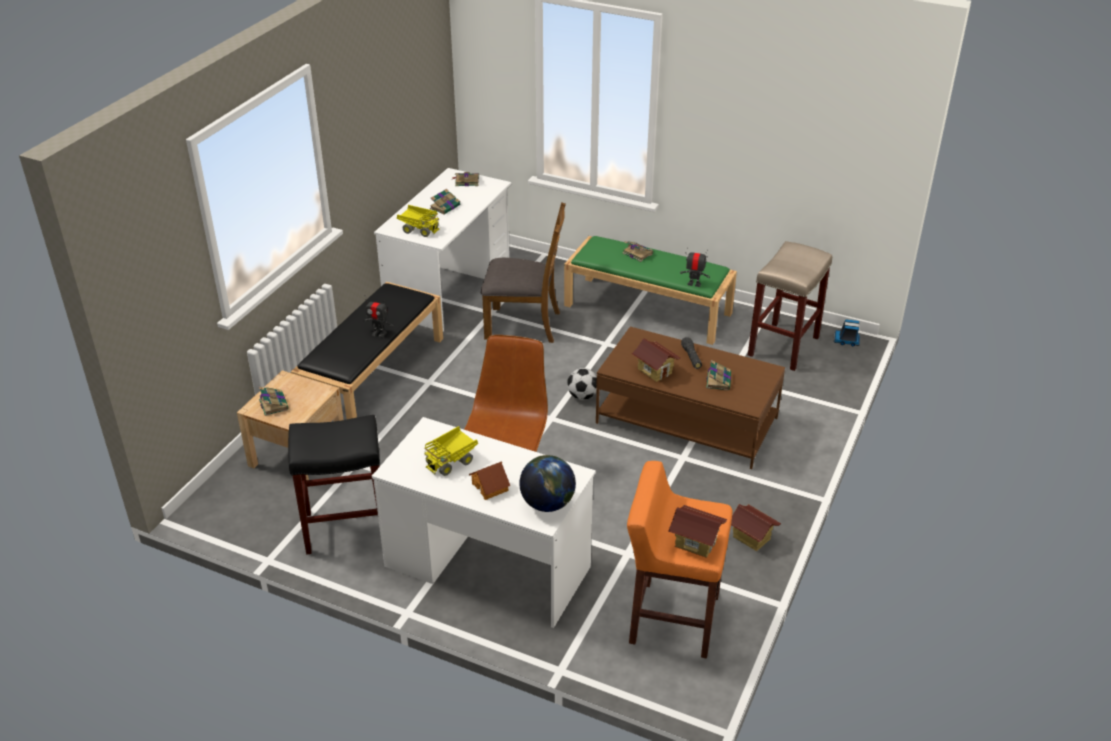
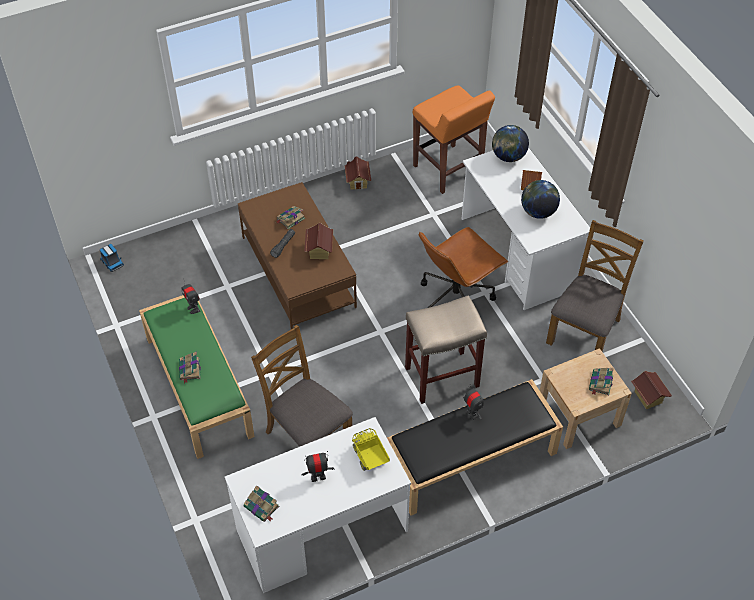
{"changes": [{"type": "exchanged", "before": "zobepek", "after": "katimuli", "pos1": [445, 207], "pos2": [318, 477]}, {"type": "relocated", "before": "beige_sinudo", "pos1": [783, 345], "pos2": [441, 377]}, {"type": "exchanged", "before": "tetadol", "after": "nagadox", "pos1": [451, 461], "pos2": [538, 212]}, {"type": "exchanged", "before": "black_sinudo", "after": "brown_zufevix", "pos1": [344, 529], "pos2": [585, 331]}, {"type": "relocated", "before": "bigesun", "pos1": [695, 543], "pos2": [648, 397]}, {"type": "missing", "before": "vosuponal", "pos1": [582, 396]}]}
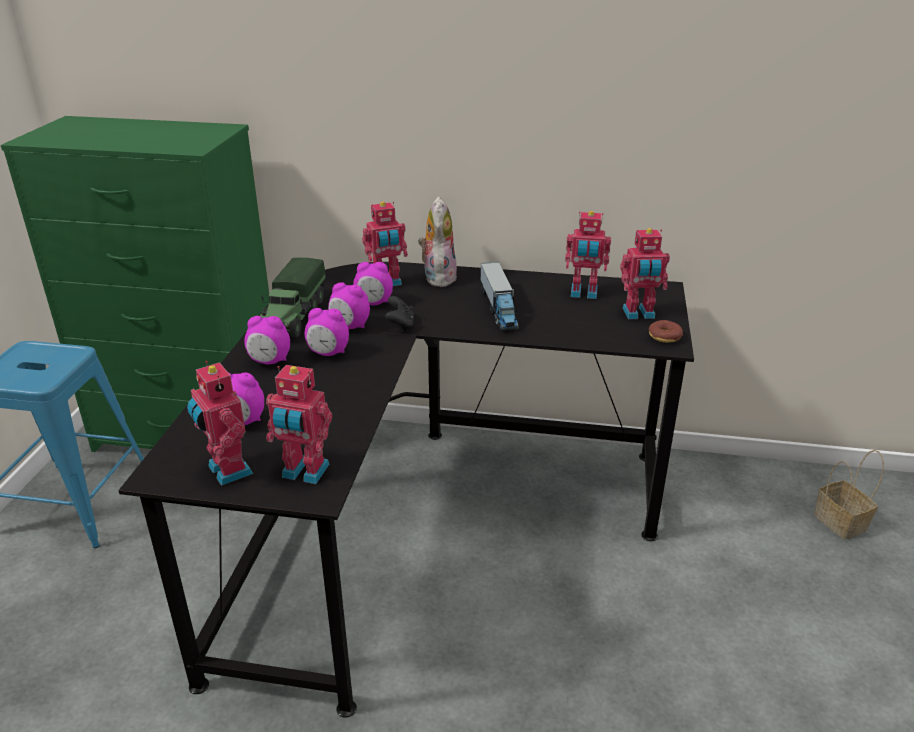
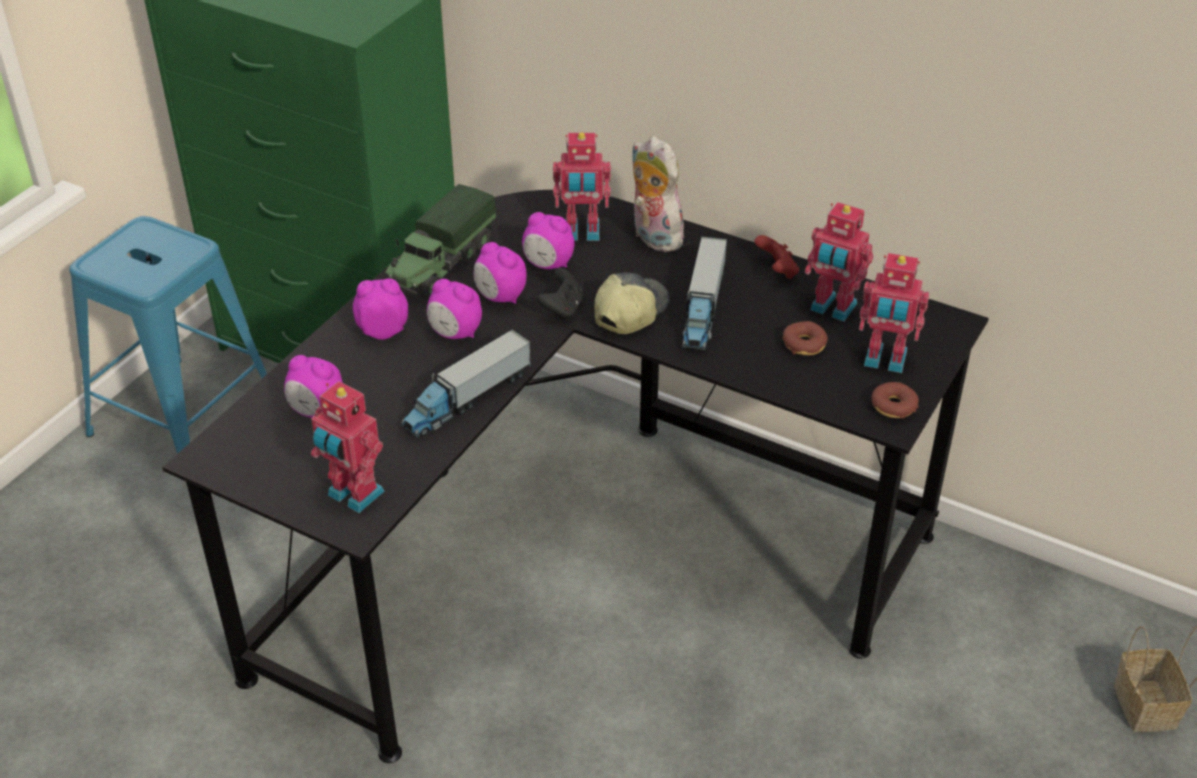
{"changes": [{"type": "spun", "before": "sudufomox", "pos1": [270, 361], "pos2": [383, 330], "turn": 150}, {"type": "appeared", "after": "tetadol", "pos2": [467, 399]}, {"type": "appeared", "after": "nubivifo", "pos2": [629, 311]}, {"type": "spun", "before": "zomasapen", "pos1": [438, 277], "pos2": [653, 237], "turn": -60}, {"type": "appeared", "after": "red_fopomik", "pos2": [777, 271]}, {"type": "appeared", "after": "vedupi", "pos2": [804, 344]}, {"type": "missing", "before": "katimuli", "pos1": [227, 471]}]}
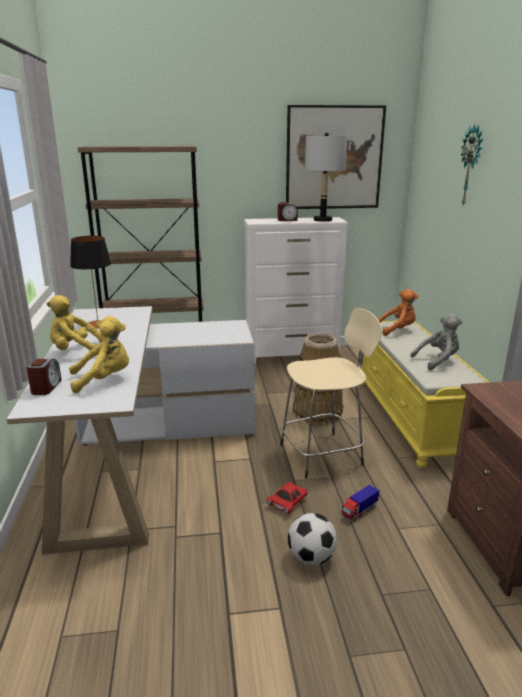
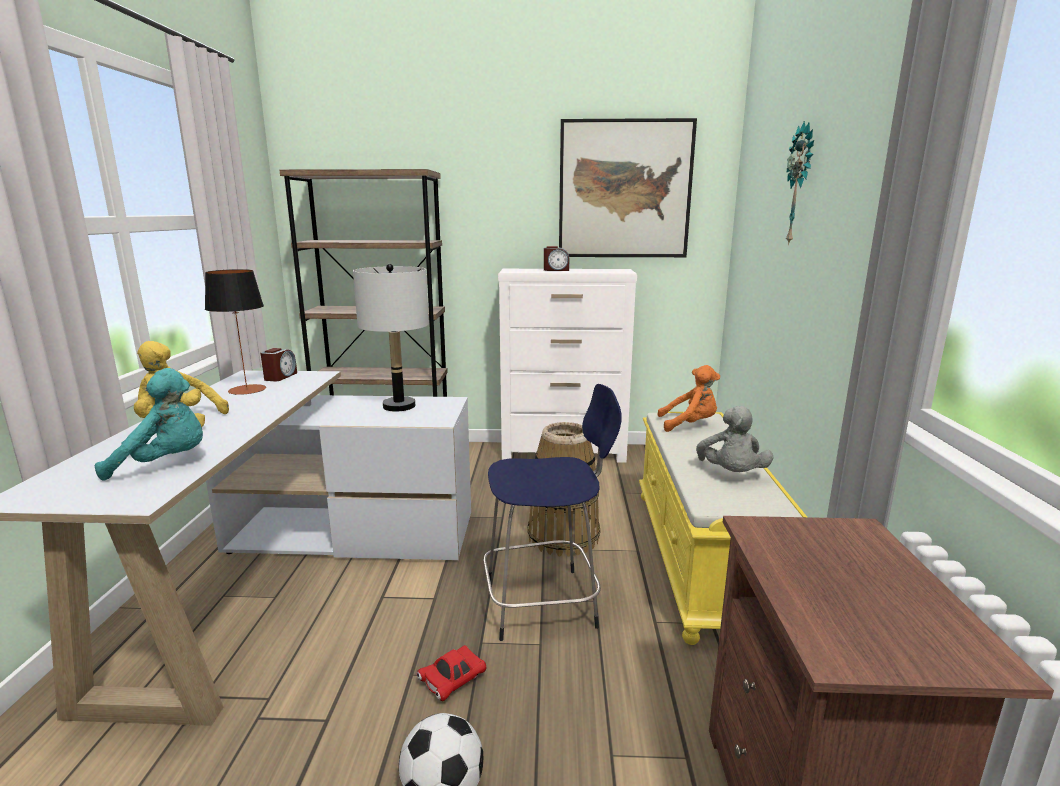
{"changes": [{"type": "colour", "before": "yellow_zomasapen", "after": "turquoise_zomasapen", "pos1": [104, 379], "pos2": [166, 464]}, {"type": "relocated", "before": "sudufomox", "pos1": [46, 387], "pos2": [280, 376]}, {"type": "relocated", "before": "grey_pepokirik", "pos1": [322, 220], "pos2": [398, 406]}, {"type": "colour", "before": "beige_sinudo", "after": "blue_sinudo", "pos1": [323, 454], "pos2": [545, 602]}, {"type": "spun", "before": "grey_zomasapen", "pos1": [437, 361], "pos2": [731, 474], "turn": 105}, {"type": "missing", "before": "tetadol", "pos1": [359, 511]}]}
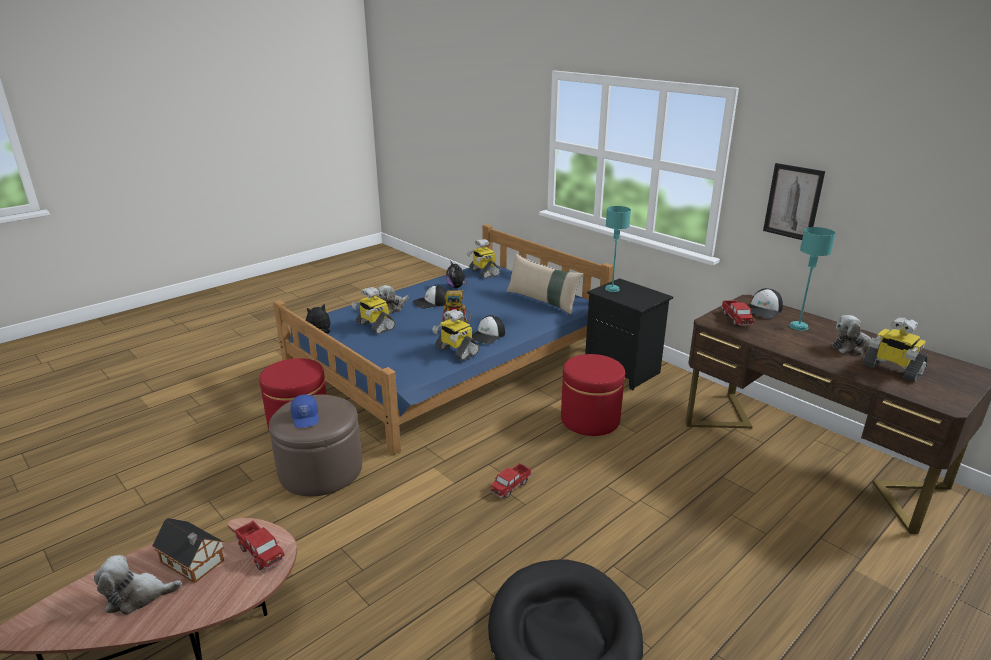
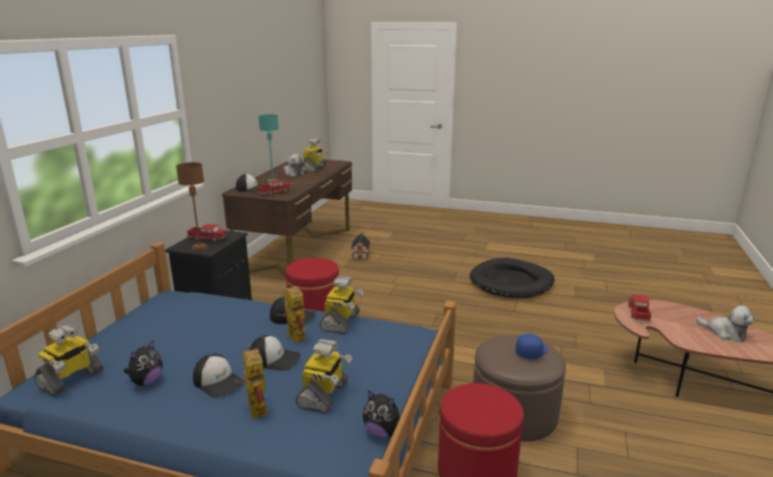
{"changes": [{"type": "colour", "before": "turquoise_pepokirik", "after": "brown_pepokirik", "pos1": [612, 289], "pos2": [200, 247]}, {"type": "relocated", "before": "tetadol", "pos1": [510, 486], "pos2": [207, 238]}, {"type": "exchanged", "before": "zomasapen", "after": "katimuli", "pos1": [392, 308], "pos2": [254, 406]}, {"type": "appeared", "after": "nubivifo", "pos2": [274, 359]}, {"type": "relocated", "before": "bigesun", "pos1": [193, 562], "pos2": [361, 254]}, {"type": "missing", "before": "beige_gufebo", "pos1": [542, 301]}, {"type": "missing", "before": "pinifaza", "pos1": [793, 202]}]}
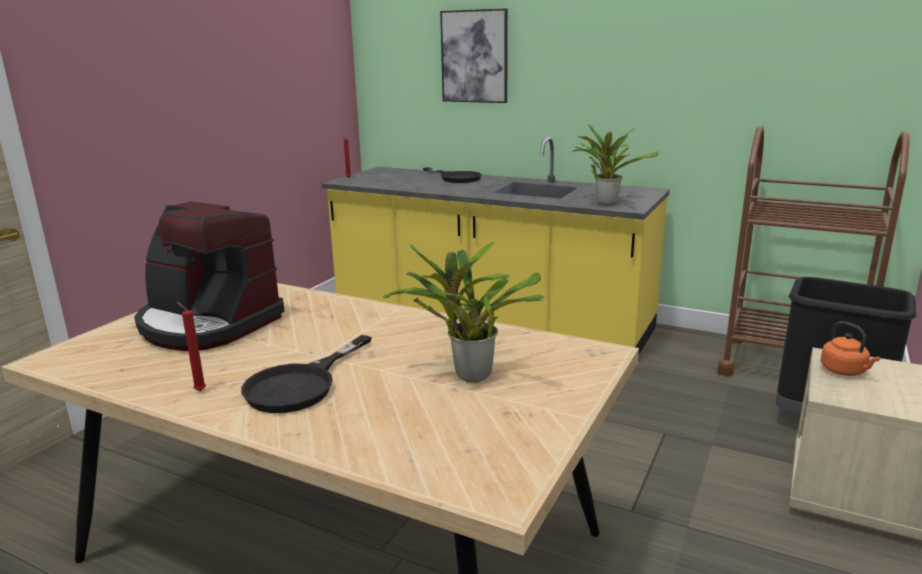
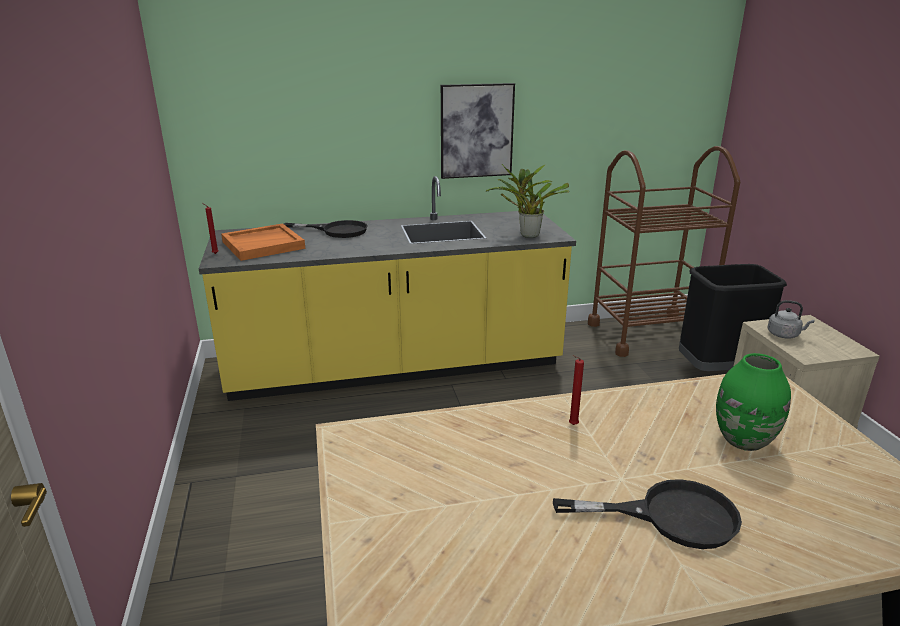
{"changes": [{"type": "appeared", "after": "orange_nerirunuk", "pos2": [263, 245]}, {"type": "relocated", "before": "pinifaza", "pos1": [474, 56], "pos2": [476, 131]}, {"type": "spun", "before": "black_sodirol", "pos1": [301, 384], "pos2": [670, 516], "turn": -75}, {"type": "relocated", "before": "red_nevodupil", "pos1": [198, 391], "pos2": [571, 425]}, {"type": "exchanged", "before": "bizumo", "after": "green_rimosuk", "pos1": [468, 374], "pos2": [743, 440]}, {"type": "colour", "before": "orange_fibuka", "after": "grey_fibuka", "pos1": [845, 371], "pos2": [784, 335]}, {"type": "missing", "before": "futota", "pos1": [208, 324]}]}
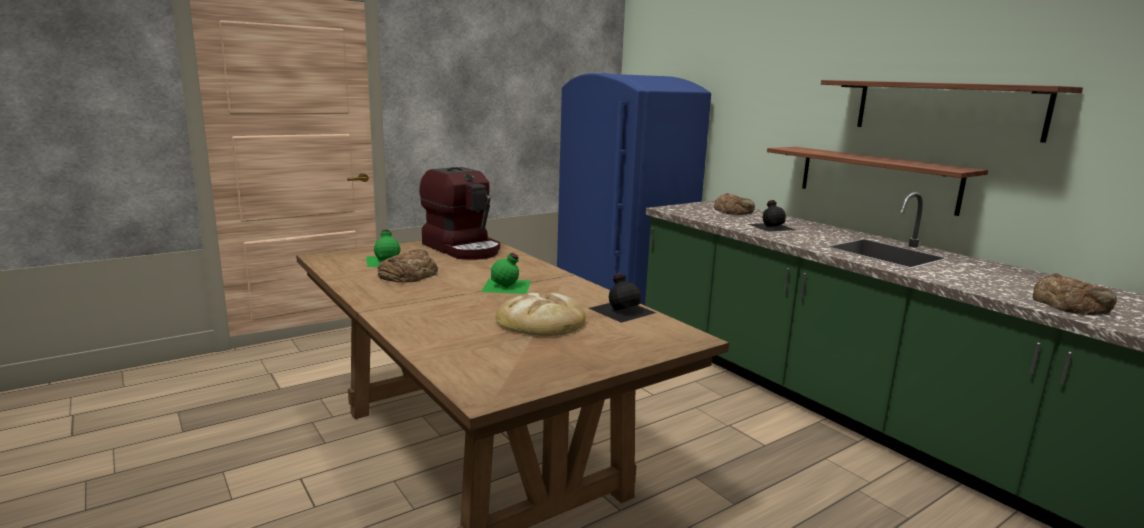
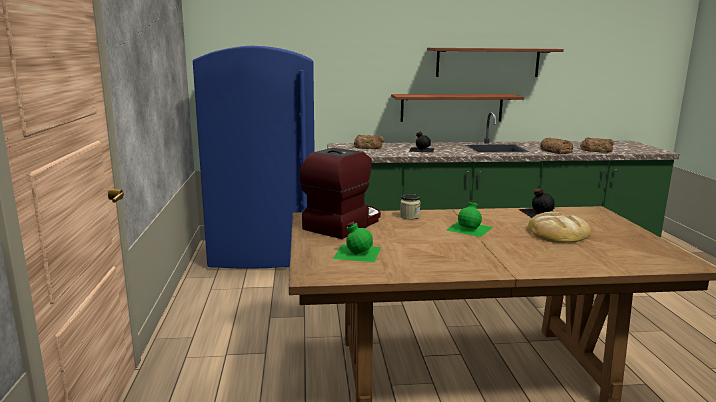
{"changes": [{"type": "spun", "before": "futota", "pos1": [463, 248], "pos2": [343, 224], "turn": -45}, {"type": "appeared", "after": "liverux", "pos2": [409, 216]}, {"type": "relocated", "before": "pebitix", "pos1": [408, 274], "pos2": [556, 151]}]}
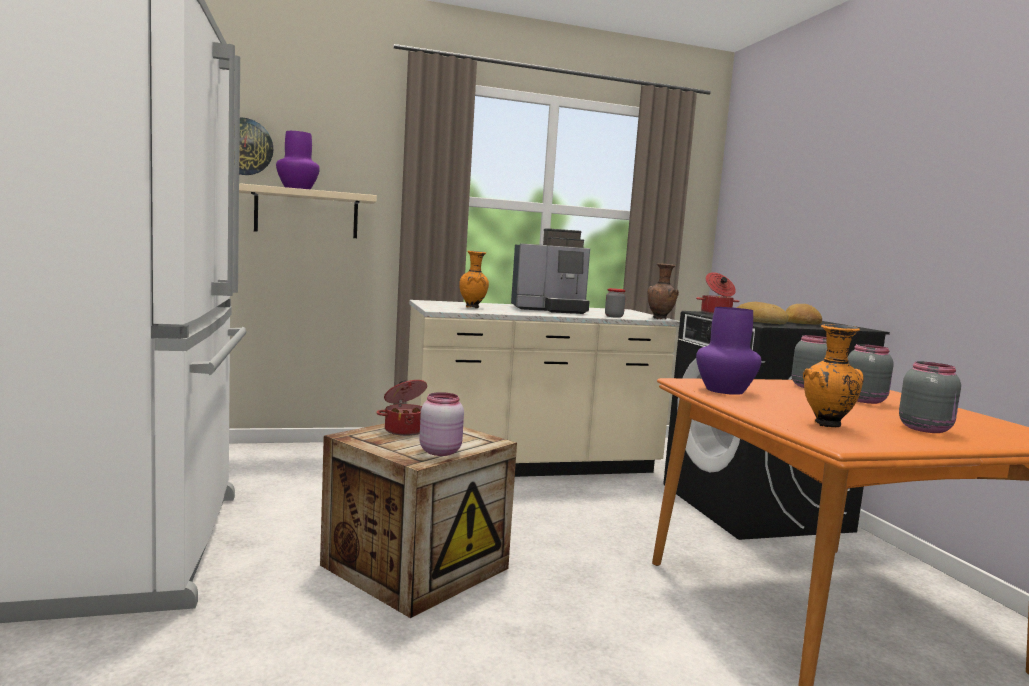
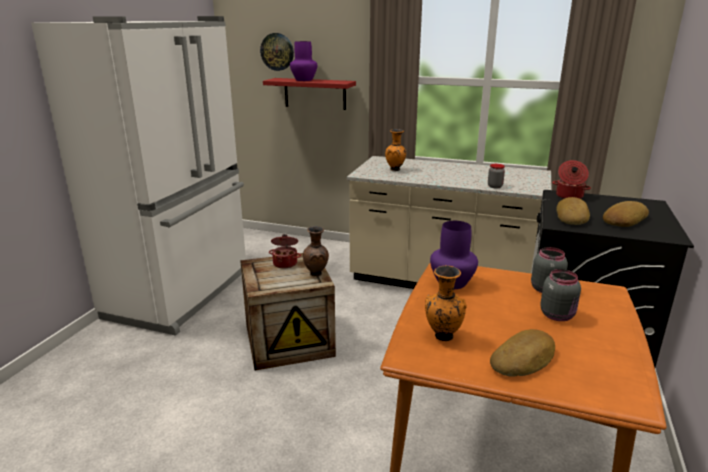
{"changes": [{"type": "colour", "before": "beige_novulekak", "after": "red_novulekak", "pos1": [306, 213], "pos2": [315, 93]}, {"type": "relocated", "before": "brown_rimosuk", "pos1": [660, 319], "pos2": [316, 274]}, {"type": "exchanged", "before": "grey_liverux", "after": "pebitix", "pos1": [925, 429], "pos2": [524, 359]}, {"type": "missing", "before": "pink_liverux", "pos1": [440, 451]}, {"type": "missing", "before": "futota", "pos1": [551, 310]}]}
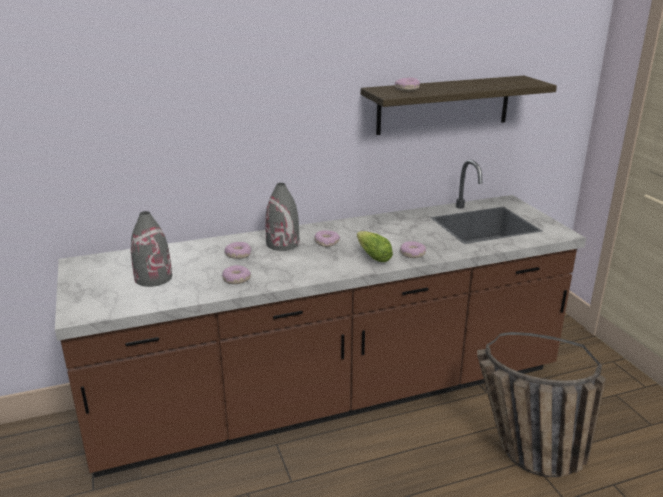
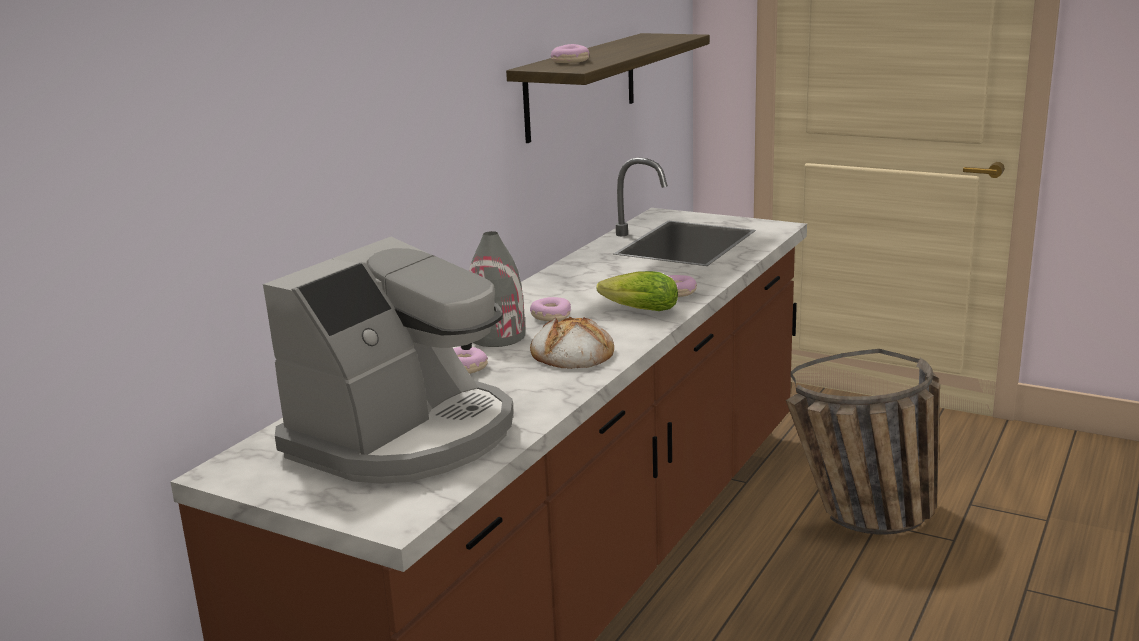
{"changes": [{"type": "exchanged", "before": "grey_rimosuk", "after": "futota", "pos1": [153, 278], "pos2": [405, 436]}, {"type": "appeared", "after": "pebitix", "pos2": [571, 353]}, {"type": "missing", "before": "vedupi", "pos1": [236, 279]}]}
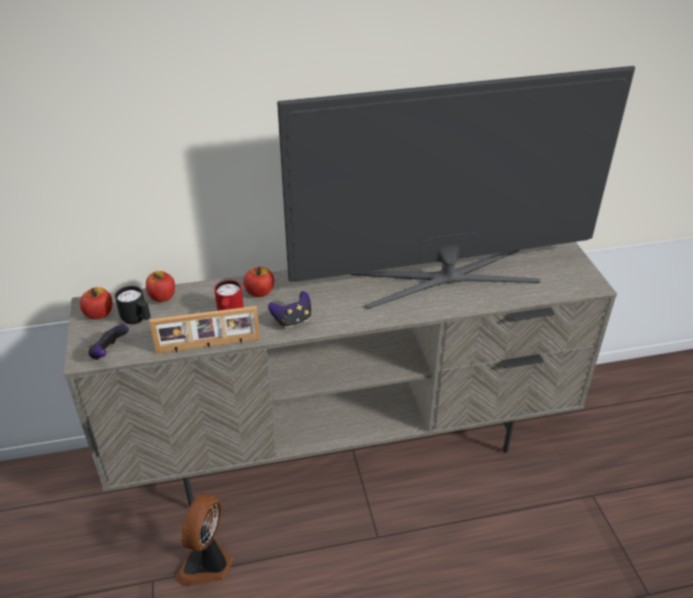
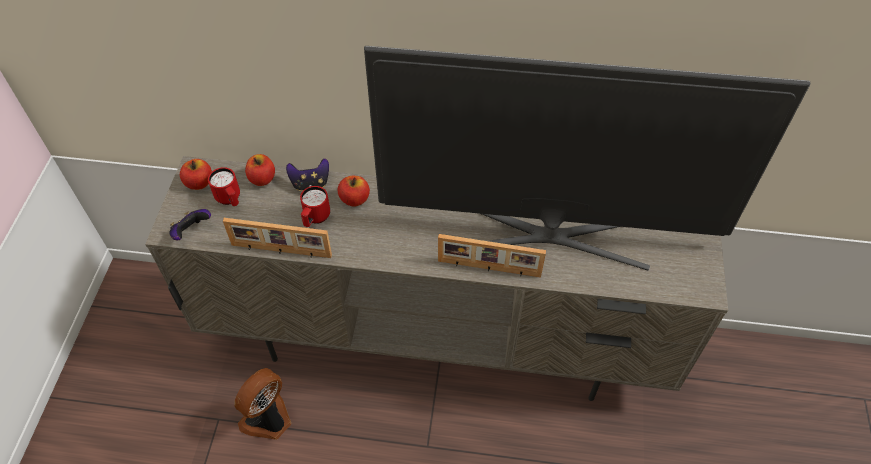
{"changes": [{"type": "colour", "before": "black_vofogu", "after": "red_vofogu", "pos1": [137, 319], "pos2": [230, 200]}, {"type": "relocated", "before": "fopomik", "pos1": [292, 321], "pos2": [310, 183]}, {"type": "appeared", "after": "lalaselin", "pos2": [489, 269]}]}
